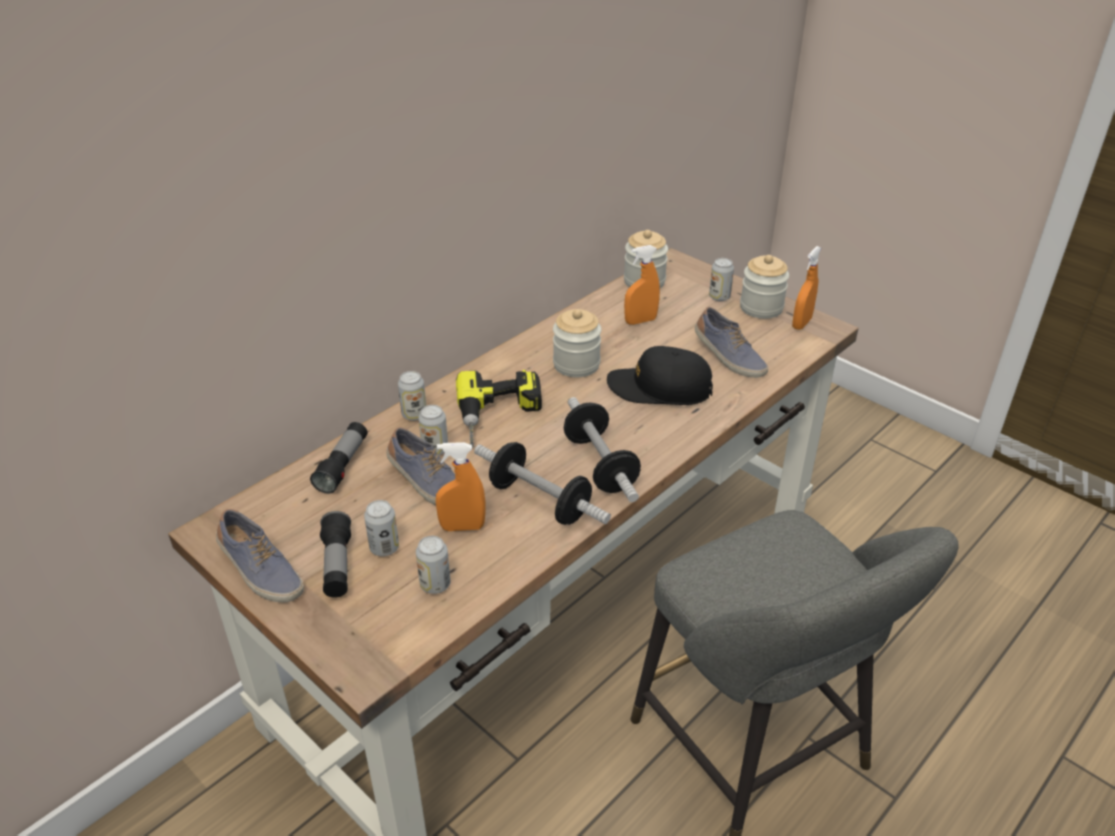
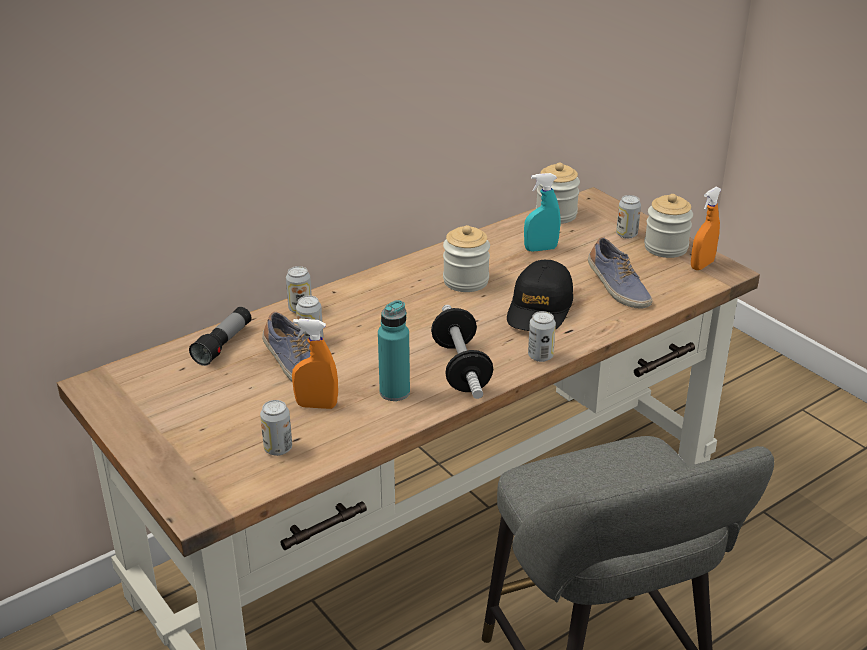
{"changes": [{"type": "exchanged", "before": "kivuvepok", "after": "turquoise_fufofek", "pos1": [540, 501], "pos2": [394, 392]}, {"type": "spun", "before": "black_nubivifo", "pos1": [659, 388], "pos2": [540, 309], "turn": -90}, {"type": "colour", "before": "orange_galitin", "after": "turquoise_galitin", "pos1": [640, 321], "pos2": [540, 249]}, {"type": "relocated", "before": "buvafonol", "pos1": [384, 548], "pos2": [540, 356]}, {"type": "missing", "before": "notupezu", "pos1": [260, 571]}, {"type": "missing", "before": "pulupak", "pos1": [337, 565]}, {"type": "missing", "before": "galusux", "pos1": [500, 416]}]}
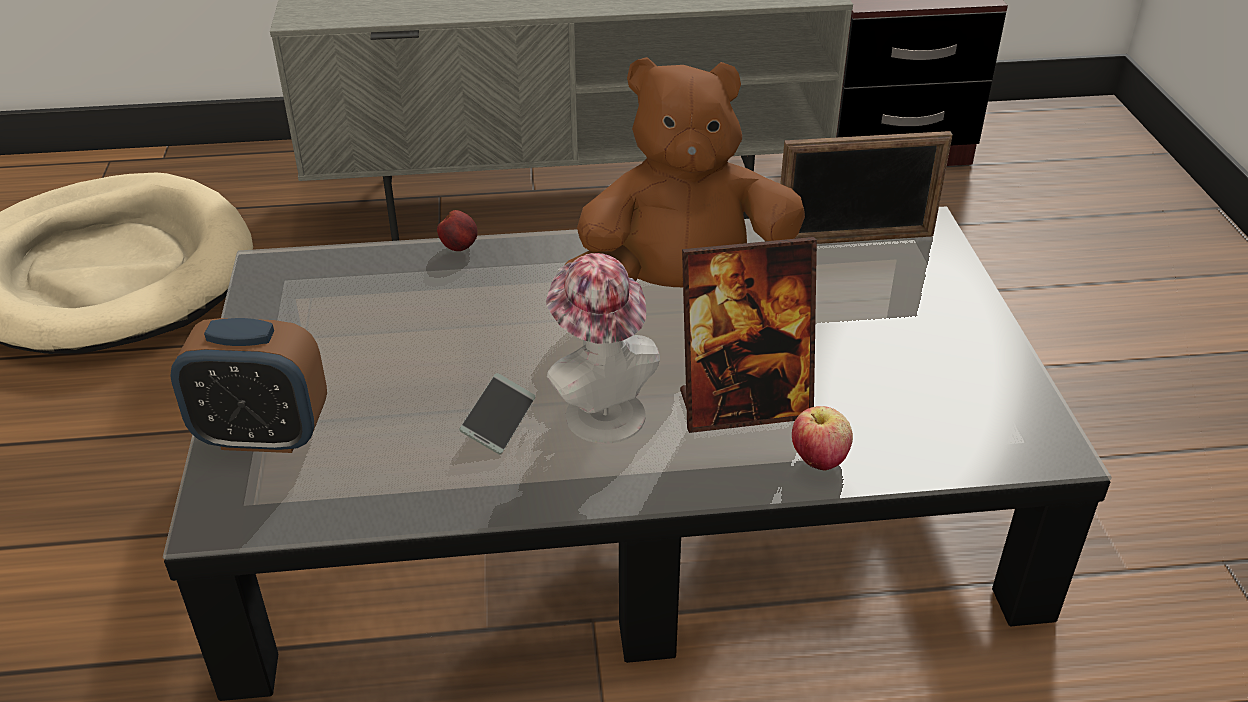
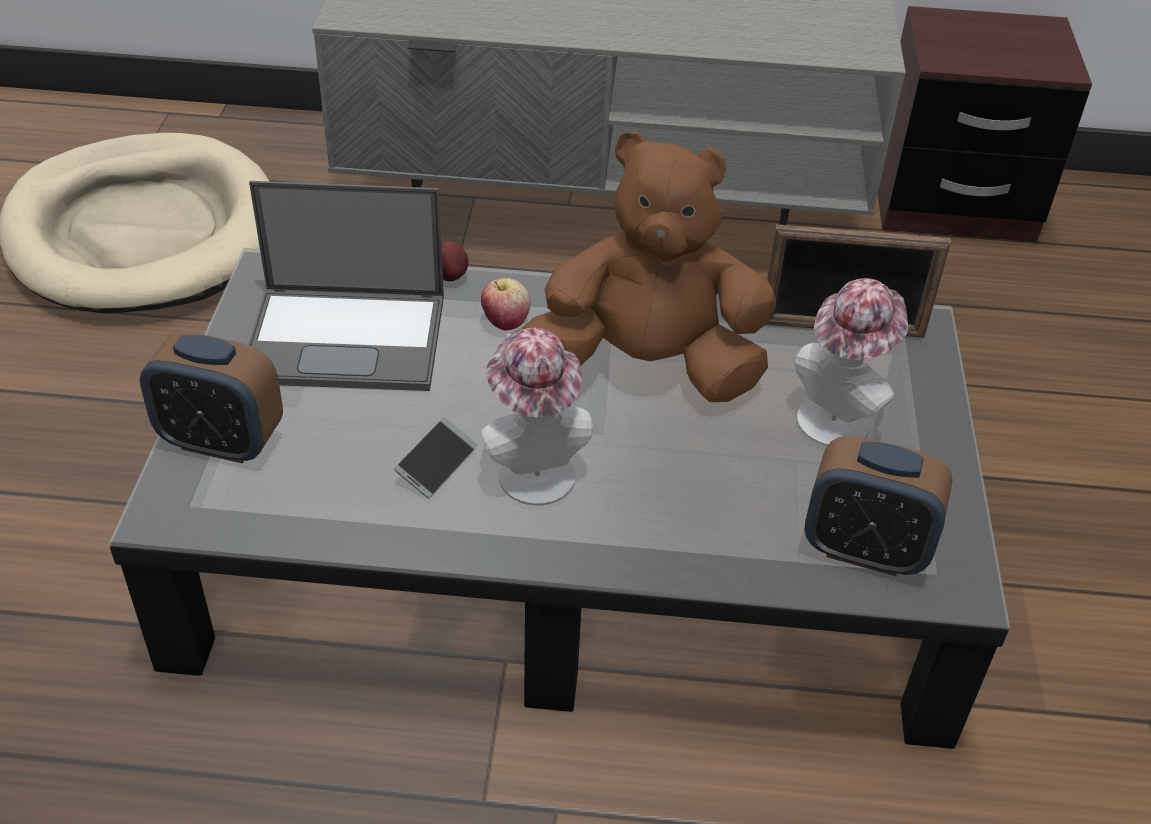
{"changes": [{"type": "appeared", "after": "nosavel", "pos2": [348, 338]}, {"type": "relocated", "before": "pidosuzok", "pos1": [819, 460], "pos2": [505, 322]}, {"type": "appeared", "after": "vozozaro", "pos2": [839, 415]}, {"type": "appeared", "after": "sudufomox", "pos2": [865, 550]}, {"type": "missing", "before": "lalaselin", "pos1": [743, 406]}]}
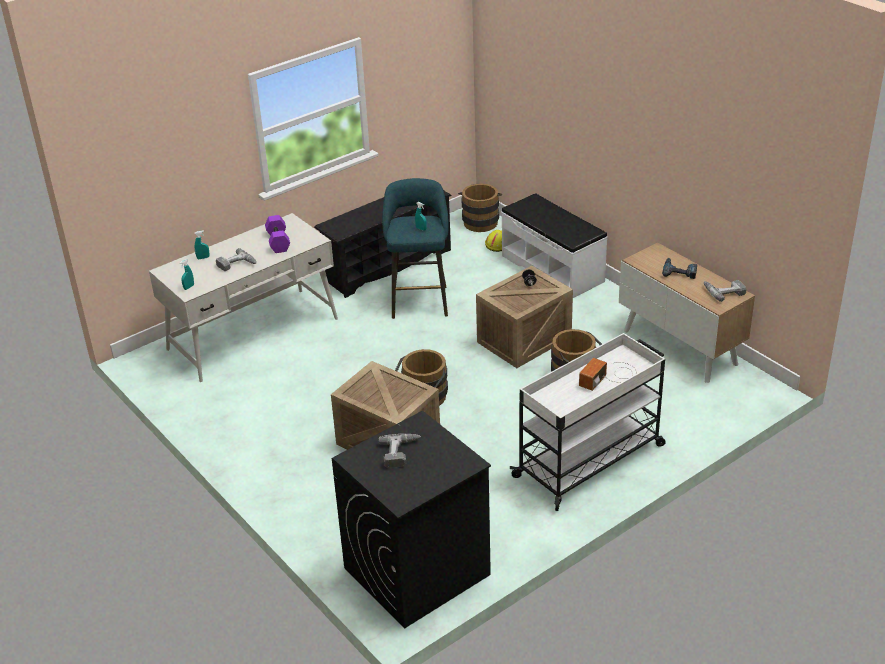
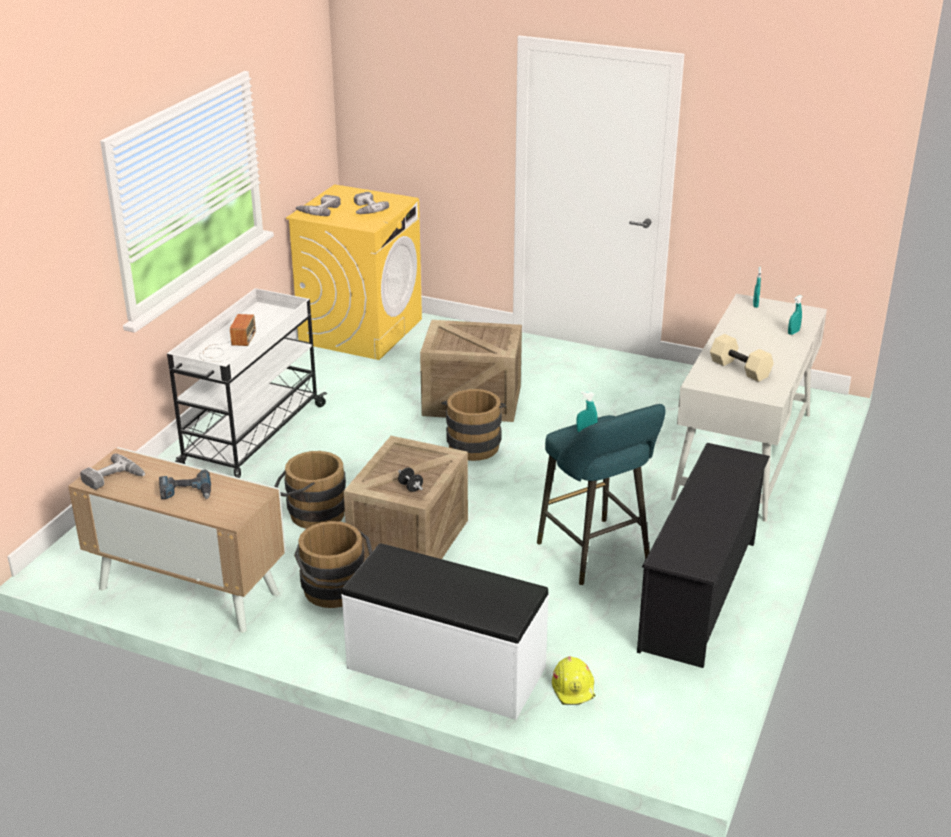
{"changes": [{"type": "colour", "before": "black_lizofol", "after": "yellow_lizofol", "pos1": [416, 572], "pos2": [361, 330]}, {"type": "relocated", "before": "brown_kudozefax", "pos1": [480, 221], "pos2": [335, 593]}, {"type": "relocated", "before": "galusux", "pos1": [237, 265], "pos2": [319, 210]}, {"type": "colour", "before": "purple_kivuvepok", "after": "beige_kivuvepok", "pos1": [279, 242], "pos2": [738, 369]}]}
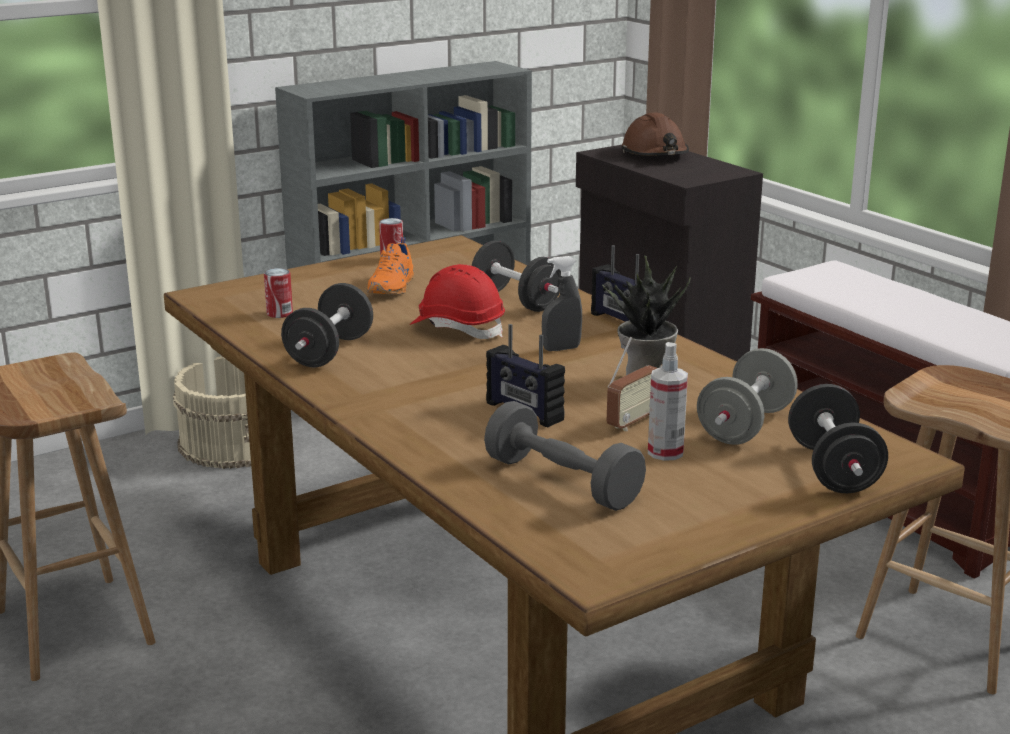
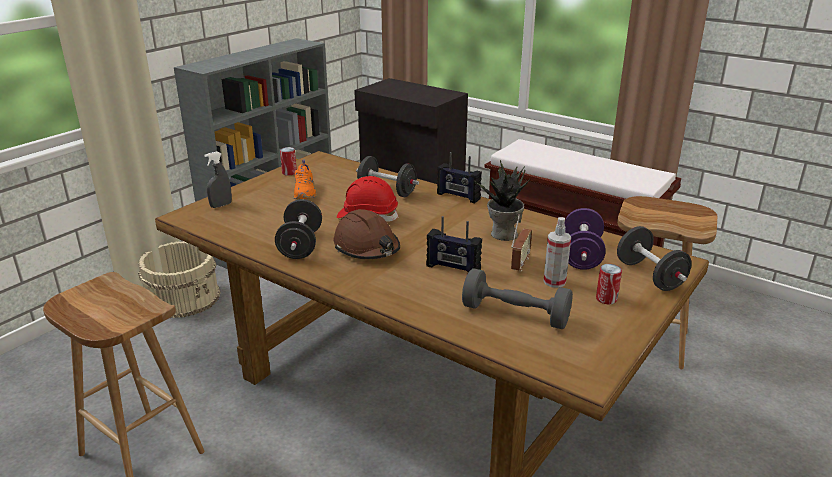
{"changes": [{"type": "relocated", "before": "grey_galitin", "pos1": [561, 349], "pos2": [221, 205]}, {"type": "relocated", "before": "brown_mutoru", "pos1": [655, 154], "pos2": [367, 248]}, {"type": "colour", "before": "grey_kivuvepok", "after": "purple_kivuvepok", "pos1": [745, 426], "pos2": [581, 255]}, {"type": "relocated", "before": "buvafonol", "pos1": [279, 314], "pos2": [606, 299]}]}
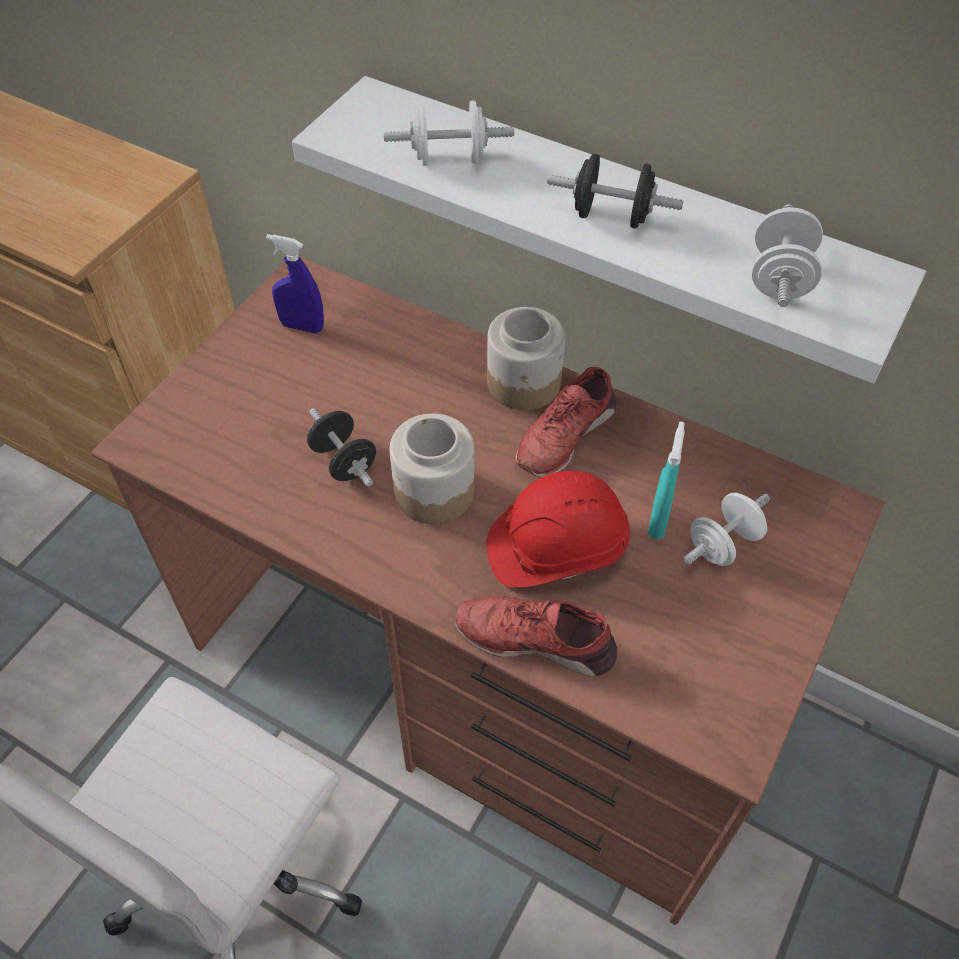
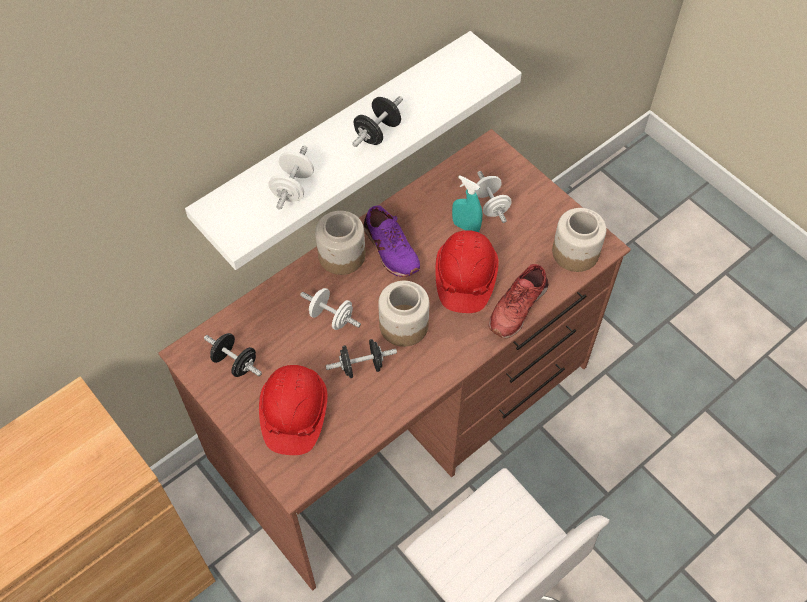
{"changes": [{"type": "exchanged", "before": "blue_galitin", "after": "black_kivuvepok", "pos1": [302, 326], "pos2": [235, 362]}, {"type": "appeared", "after": "red_mutoru", "pos2": [294, 415]}, {"type": "relocated", "before": "white_kivuvepok", "pos1": [779, 278], "pos2": [331, 317]}, {"type": "colour", "before": "red_notupezu", "after": "purple_notupezu", "pos1": [564, 434], "pos2": [390, 249]}, {"type": "appeared", "after": "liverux", "pos2": [574, 252]}]}
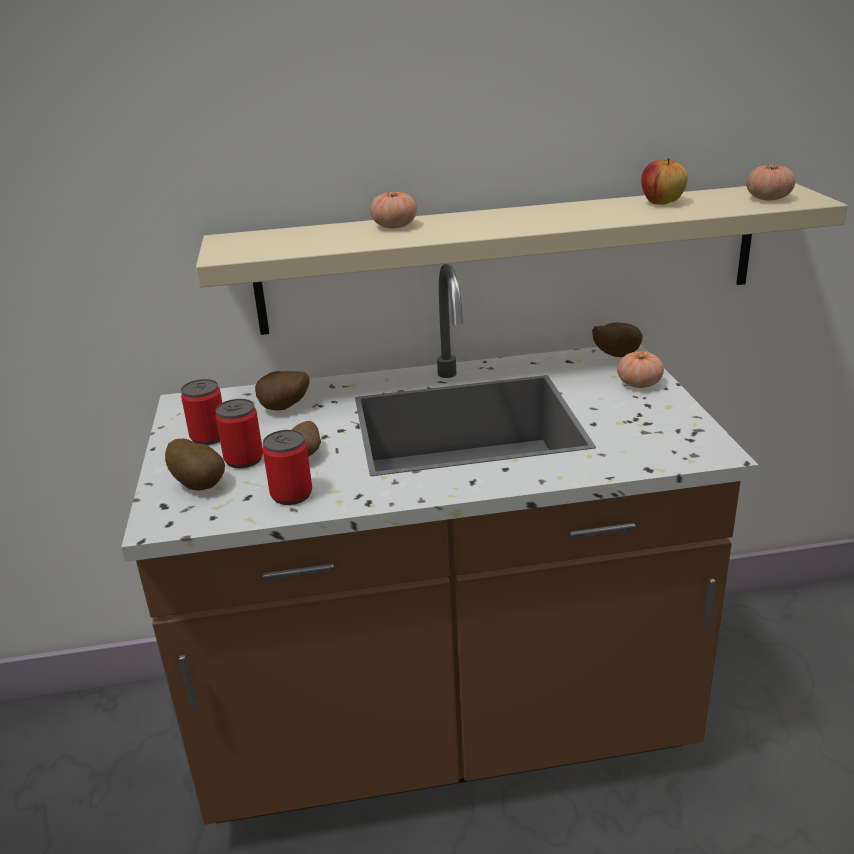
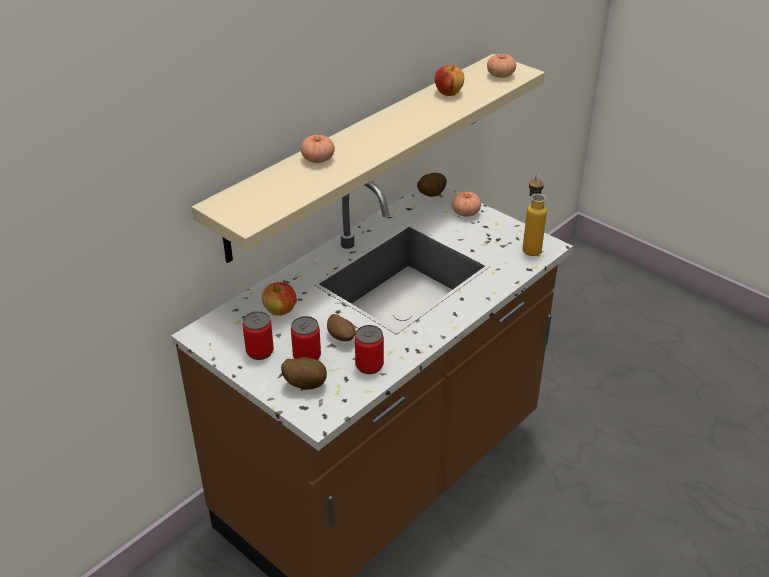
{"changes": [{"type": "exchanged", "before": "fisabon", "after": "pidosuzok", "pos1": [284, 409], "pos2": [280, 311]}, {"type": "appeared", "after": "fufofek", "pos2": [530, 246]}]}
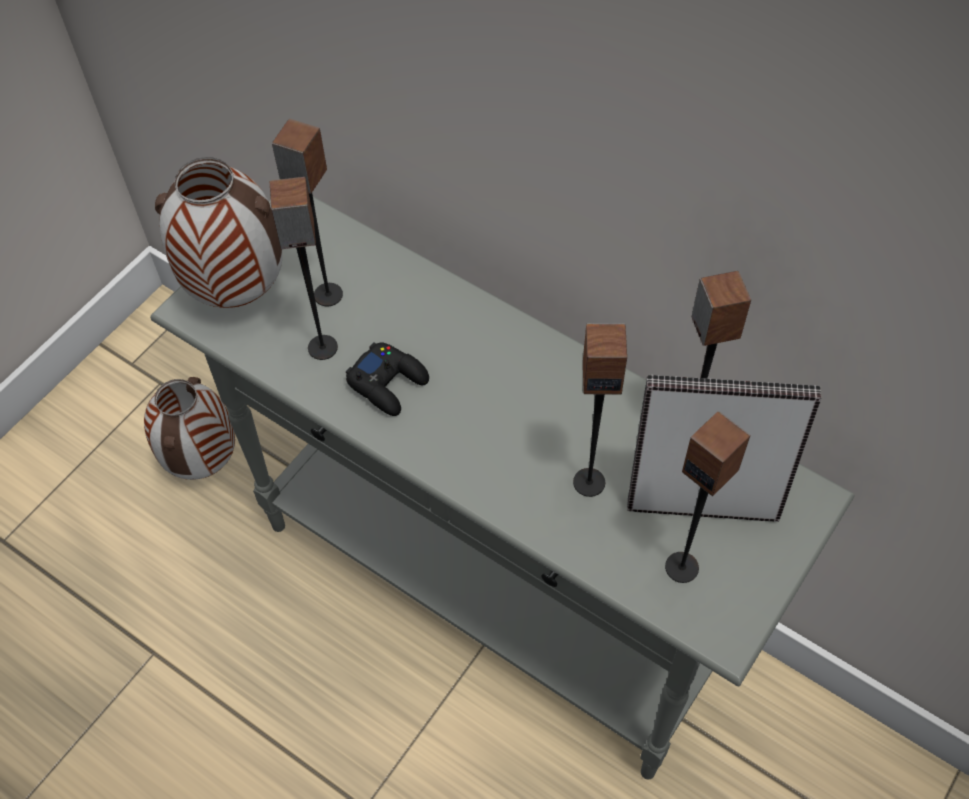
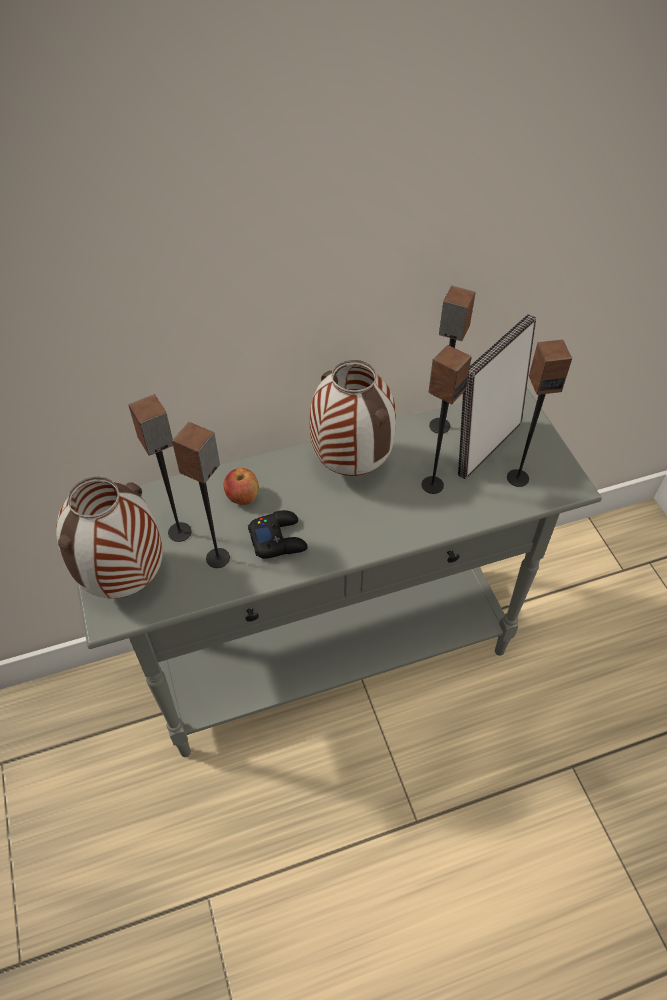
{"changes": [{"type": "appeared", "after": "pidosuzok", "pos2": [242, 497]}, {"type": "relocated", "before": "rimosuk", "pos1": [202, 461], "pos2": [349, 466]}]}
